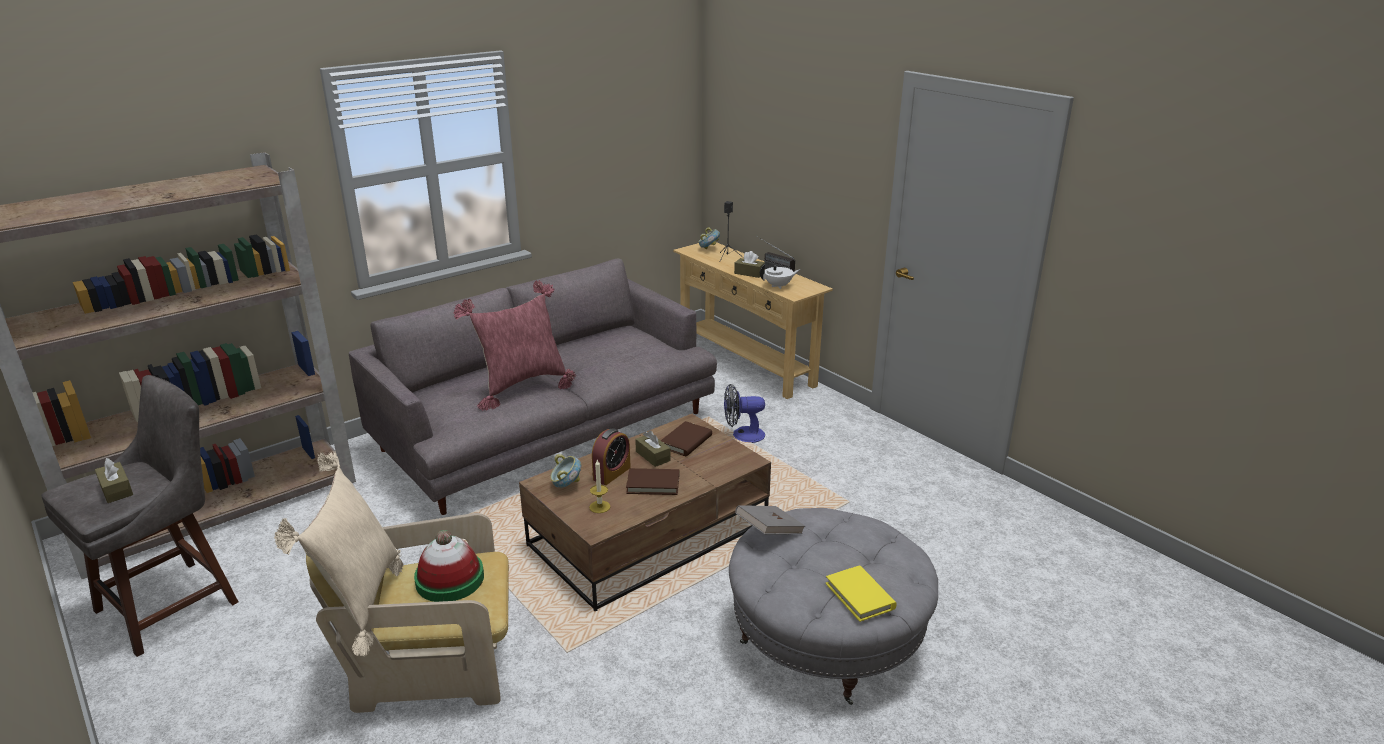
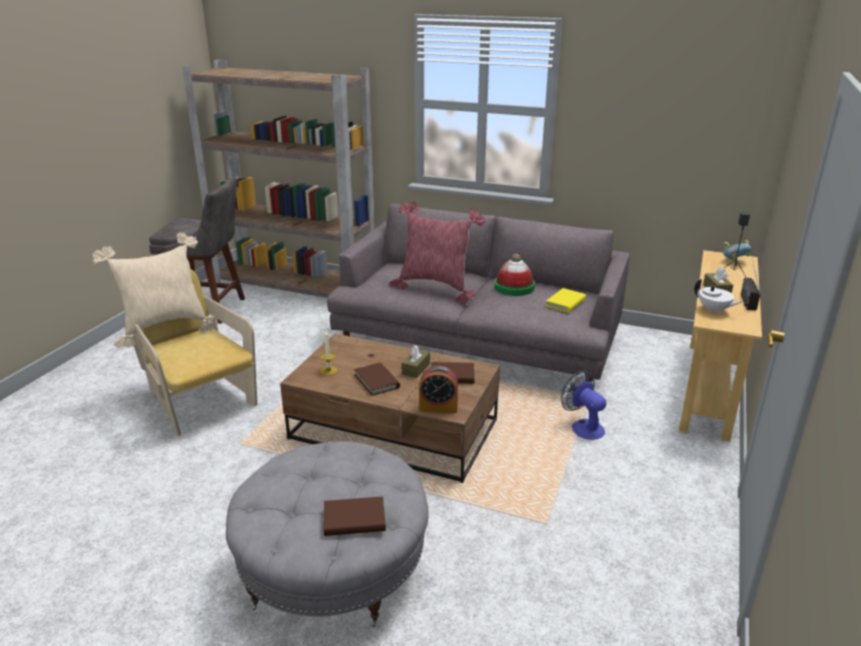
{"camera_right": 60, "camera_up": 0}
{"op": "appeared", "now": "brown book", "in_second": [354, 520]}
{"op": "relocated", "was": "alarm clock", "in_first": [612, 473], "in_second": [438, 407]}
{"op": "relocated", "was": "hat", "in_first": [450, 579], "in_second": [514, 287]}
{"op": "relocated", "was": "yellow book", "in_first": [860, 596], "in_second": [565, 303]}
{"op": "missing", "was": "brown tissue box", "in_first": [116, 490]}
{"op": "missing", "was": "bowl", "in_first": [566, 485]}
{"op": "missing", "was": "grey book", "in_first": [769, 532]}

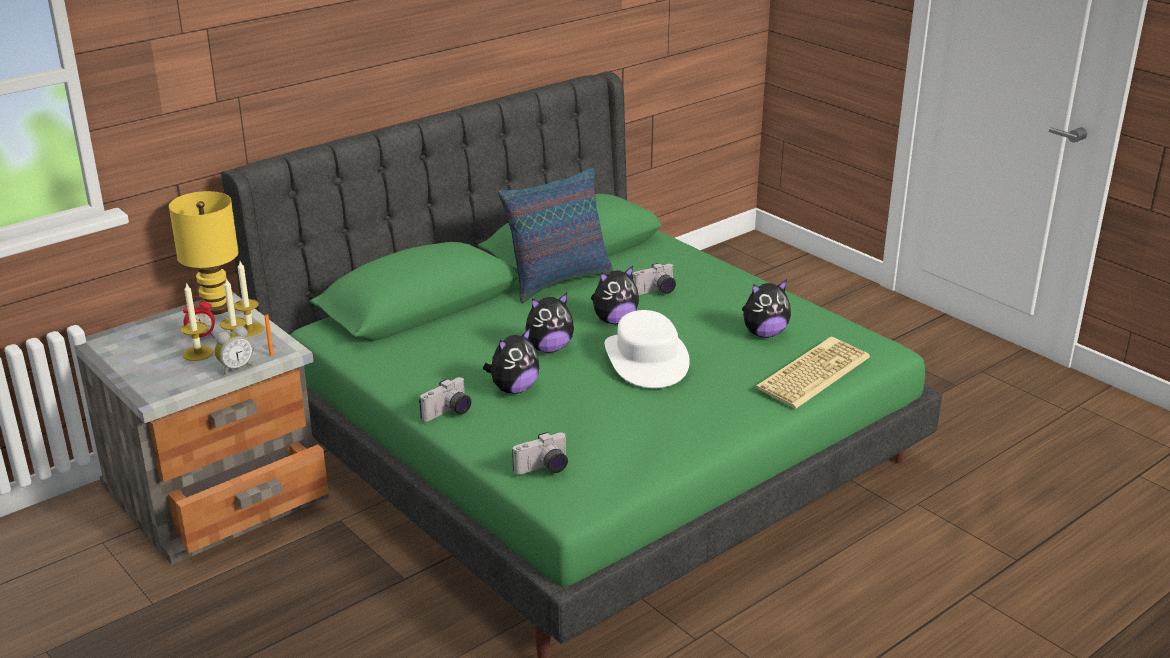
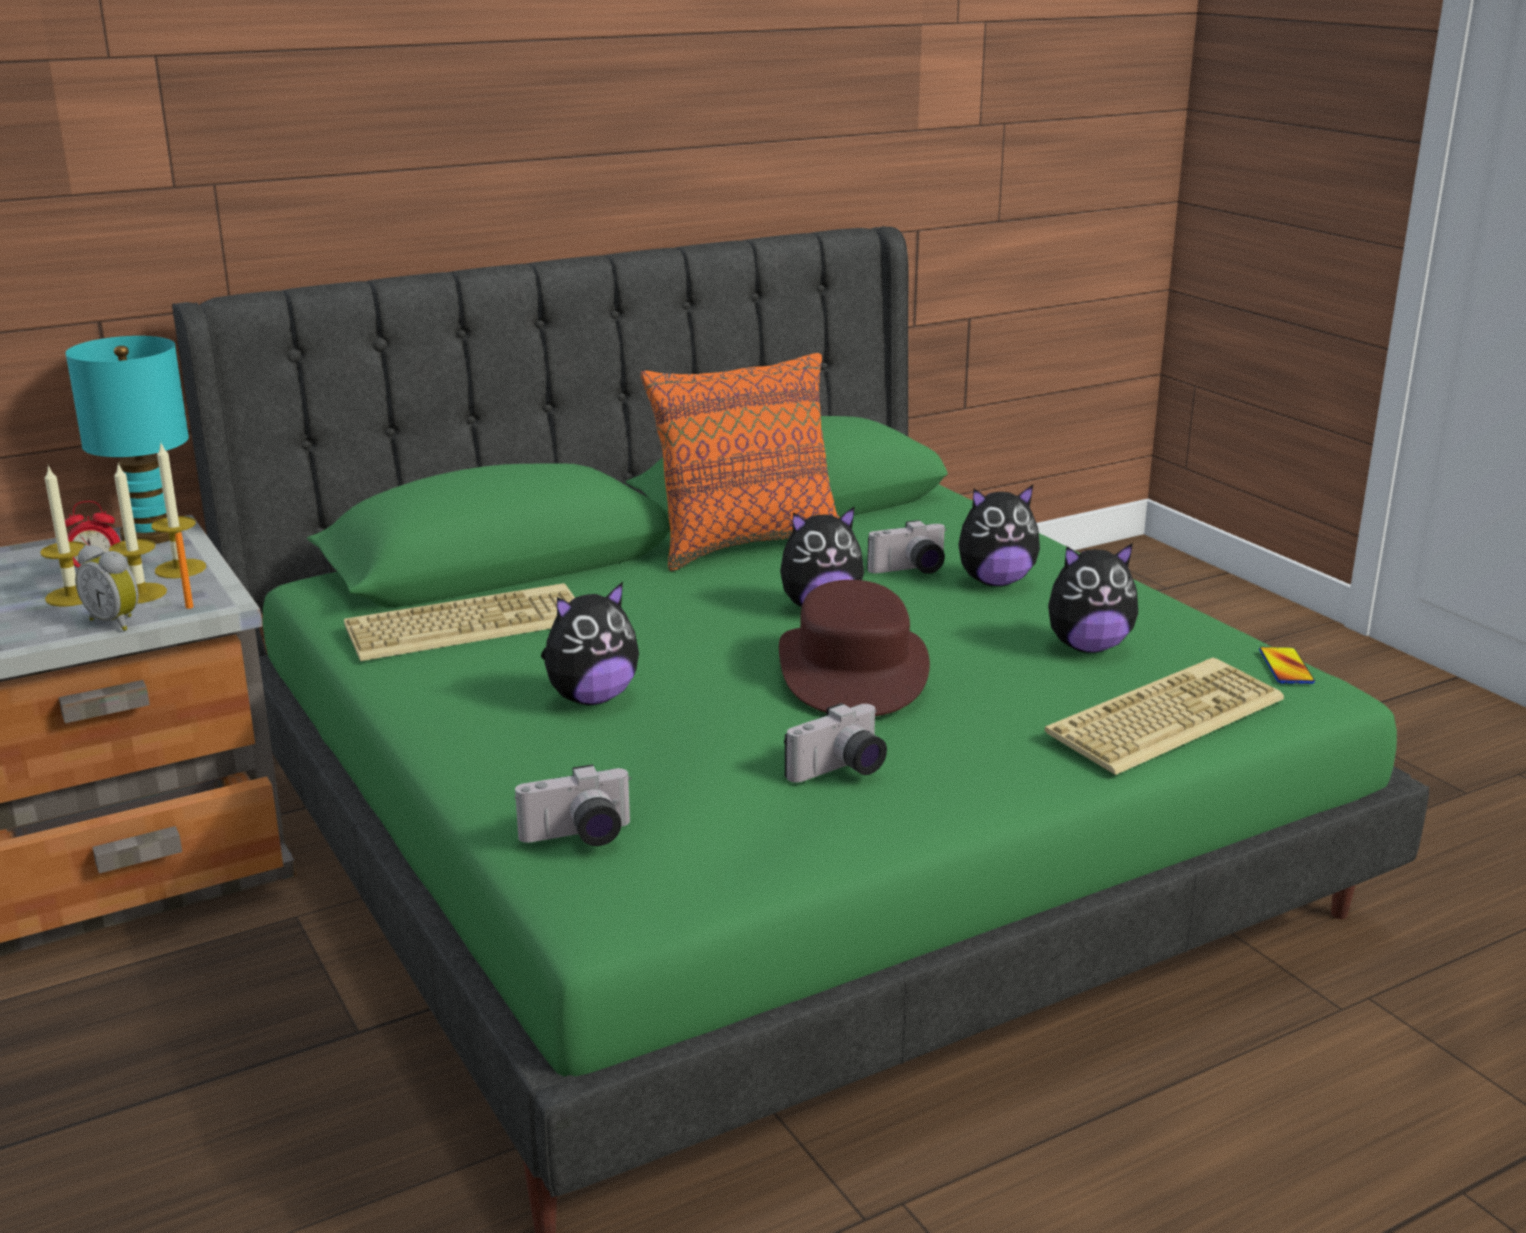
{"camera_right": 10, "camera_up": -5}
{"op": "colour", "was": "yellow table lamp", "now": "turquoise table lamp", "in_first": [216, 307], "in_second": [150, 535]}
{"op": "spun", "was": "alarm clock", "in_first": [235, 368], "in_second": [116, 622], "clockwise": 60}
{"op": "appeared", "now": "keyboard", "in_second": [468, 624]}
{"op": "colour", "was": "blue pillow", "now": "orange pillow", "in_first": [559, 282], "in_second": [747, 546]}
{"op": "colour", "was": "white hat", "now": "brown hat", "in_first": [646, 360], "in_second": [853, 670]}
{"op": "relocated", "was": "photo camera", "in_first": [449, 413], "in_second": [840, 771]}
{"op": "relocated", "was": "plush toy", "in_first": [549, 348], "in_second": [995, 582]}
{"op": "appeared", "now": "phone", "in_second": [1286, 667]}

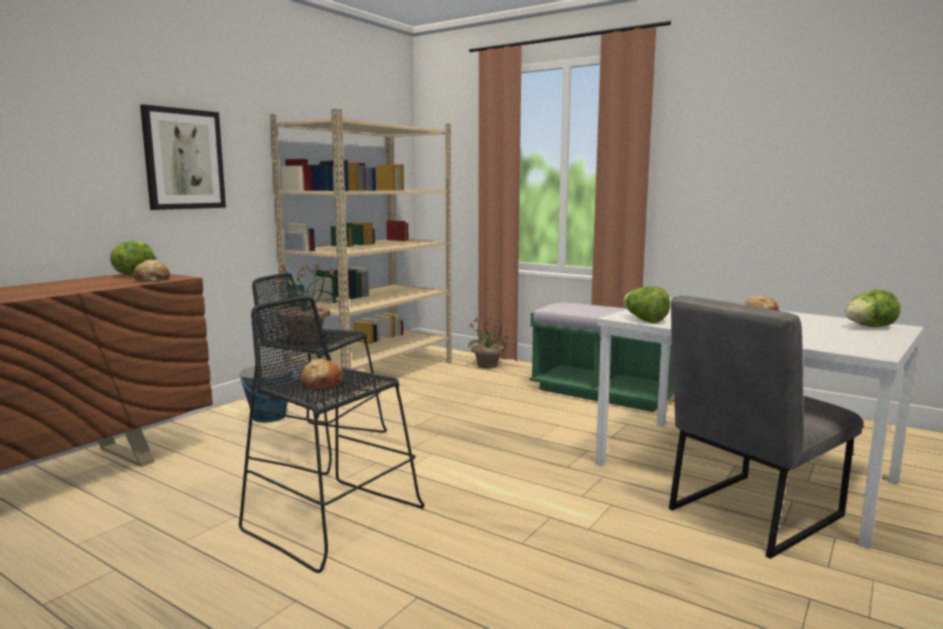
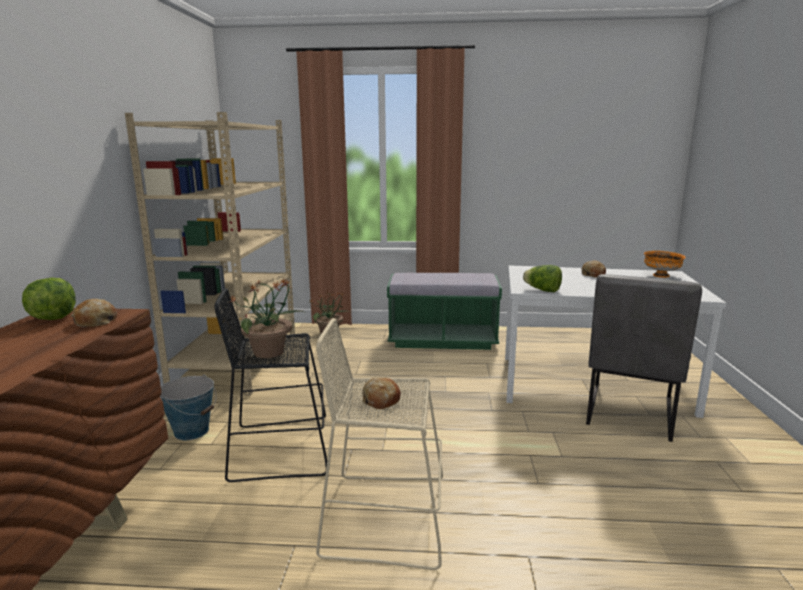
{"camera_right": -30, "camera_up": 5}
{"op": "colour", "was": "black stool", "now": "beige stool", "in_first": [335, 521], "in_second": [388, 516]}
{"op": "exchanged", "was": "lettuce", "now": "orange bowl", "in_first": [868, 327], "in_second": [661, 276]}
{"op": "missing", "was": "picture", "in_first": [183, 159]}

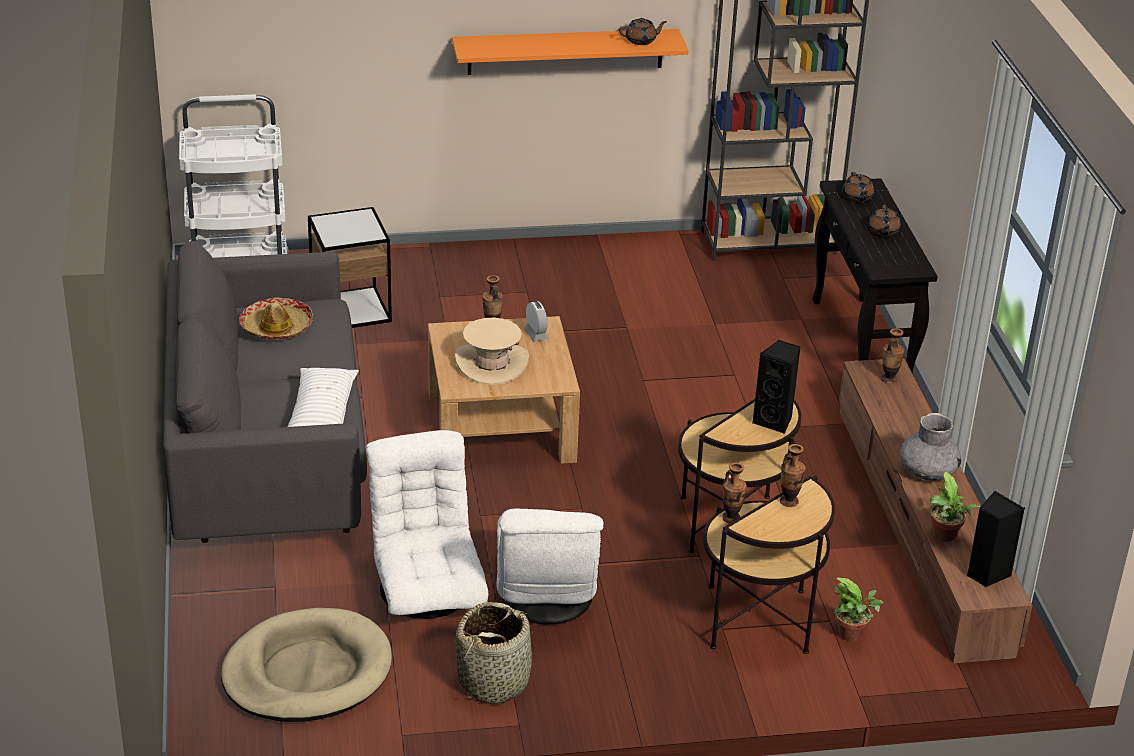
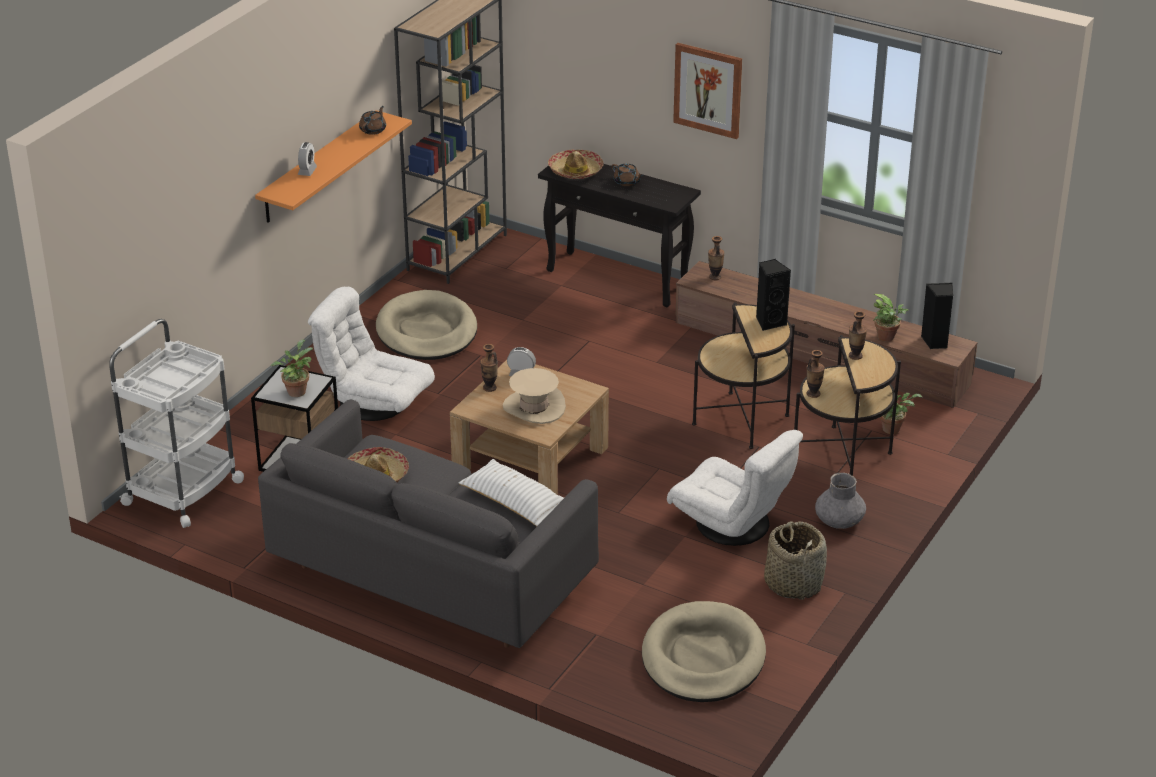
{"camera_right": -50, "camera_up": 0}
{"op": "appeared", "now": "potted plant", "in_second": [296, 390]}
{"op": "appeared", "now": "alarm clock", "in_second": [307, 171]}
{"op": "relocated", "was": "white armchair", "in_first": [428, 590], "in_second": [375, 402]}
{"op": "appeared", "now": "beige dog bed", "in_second": [427, 331]}
{"op": "exchanged", "was": "brown teapot", "now": "hat", "in_first": [857, 197], "in_second": [575, 171]}
{"op": "appeared", "now": "picture", "in_second": [708, 90]}
{"op": "relocated", "was": "grey vase", "in_first": [927, 471], "in_second": [839, 521]}

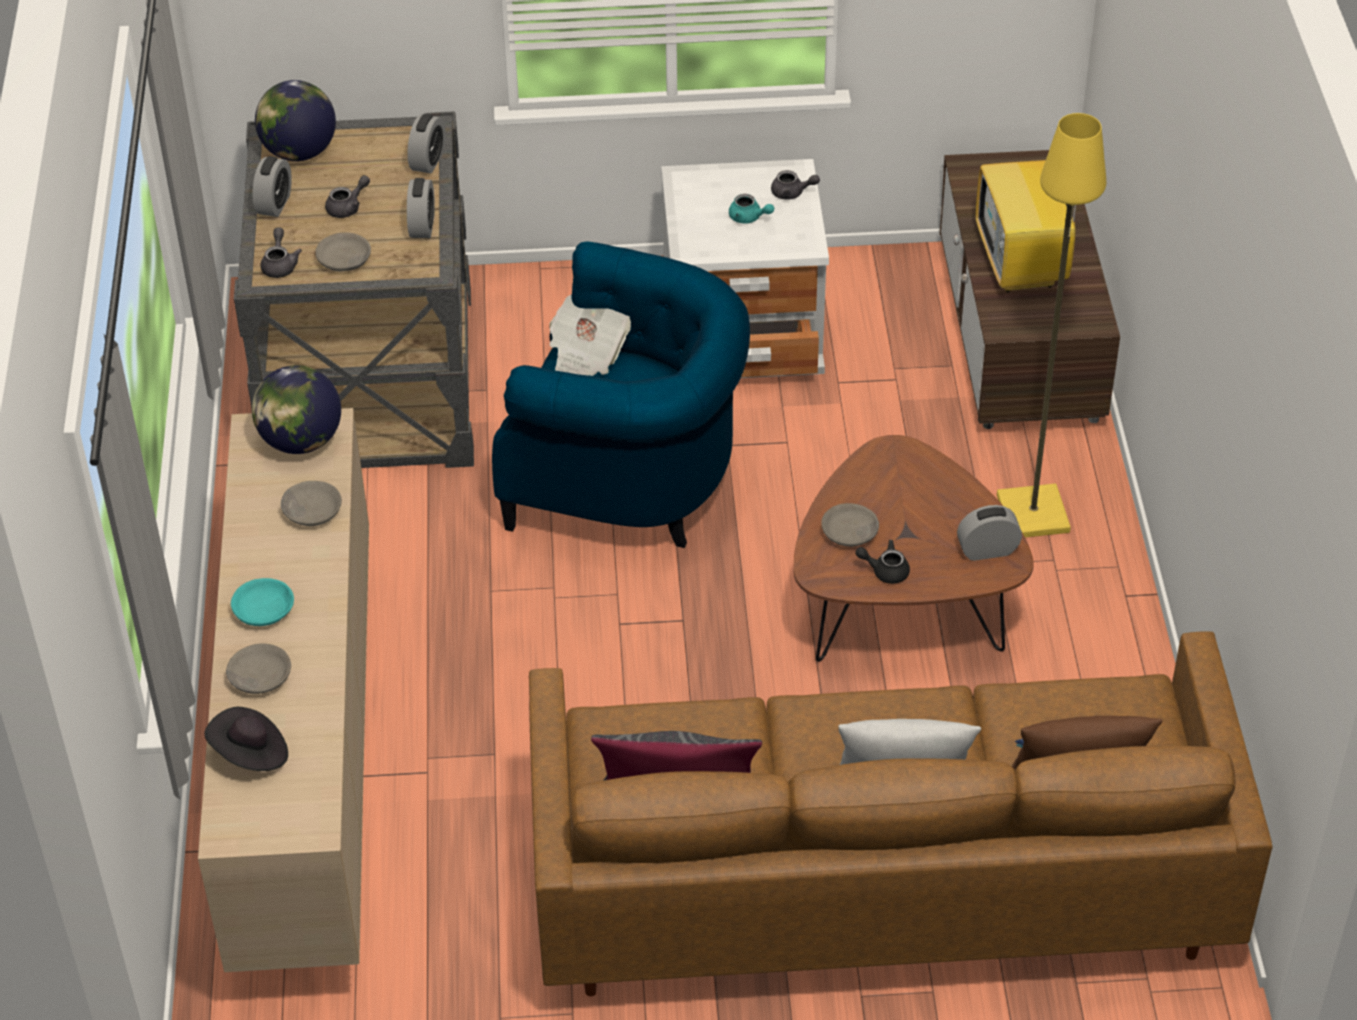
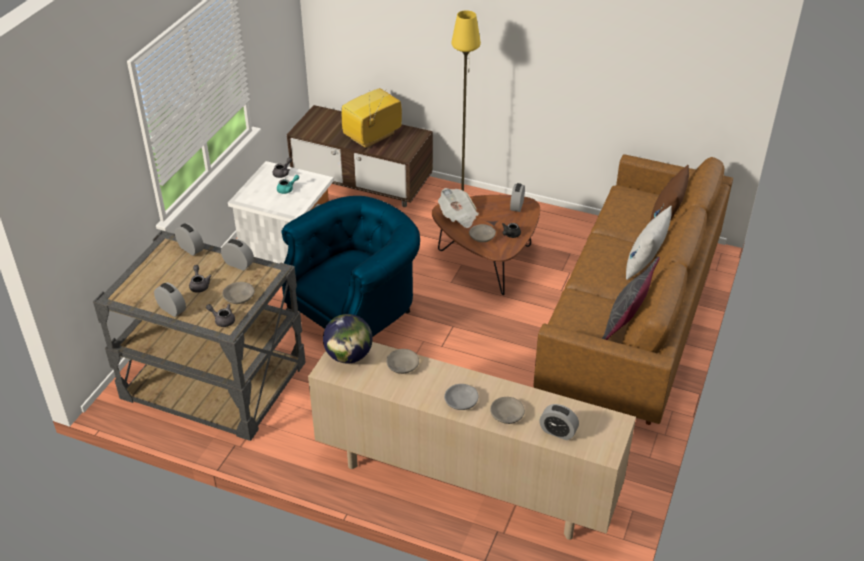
{"camera_right": -65, "camera_up": -5}
{"op": "spun", "was": "television", "in_first": [1023, 265], "in_second": [372, 138], "clockwise": 120}
{"op": "relocated", "was": "newspaper", "in_first": [587, 352], "in_second": [458, 216]}
{"op": "colour", "was": "turquoise bowl", "now": "grey bowl", "in_first": [265, 610], "in_second": [461, 401]}
{"op": "exchanged", "was": "black hat", "now": "alarm clock", "in_first": [250, 754], "in_second": [558, 432]}
{"op": "missing", "was": "globe", "in_first": [299, 152]}

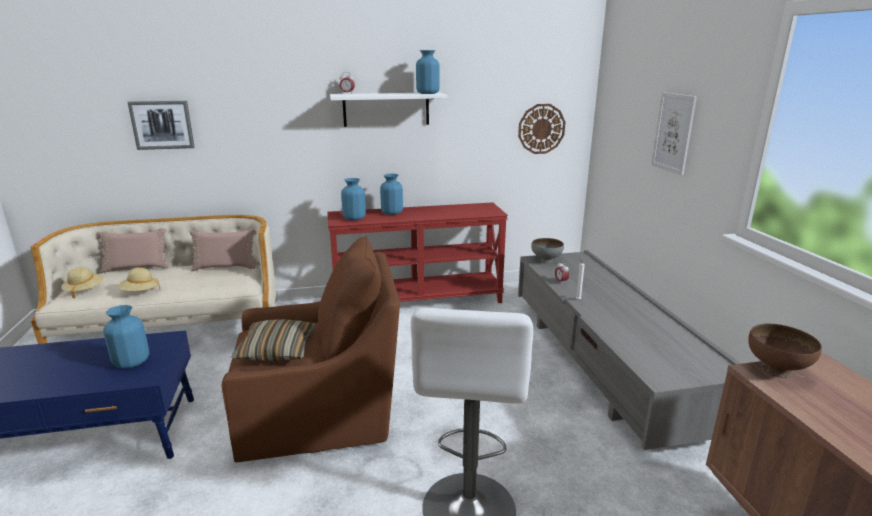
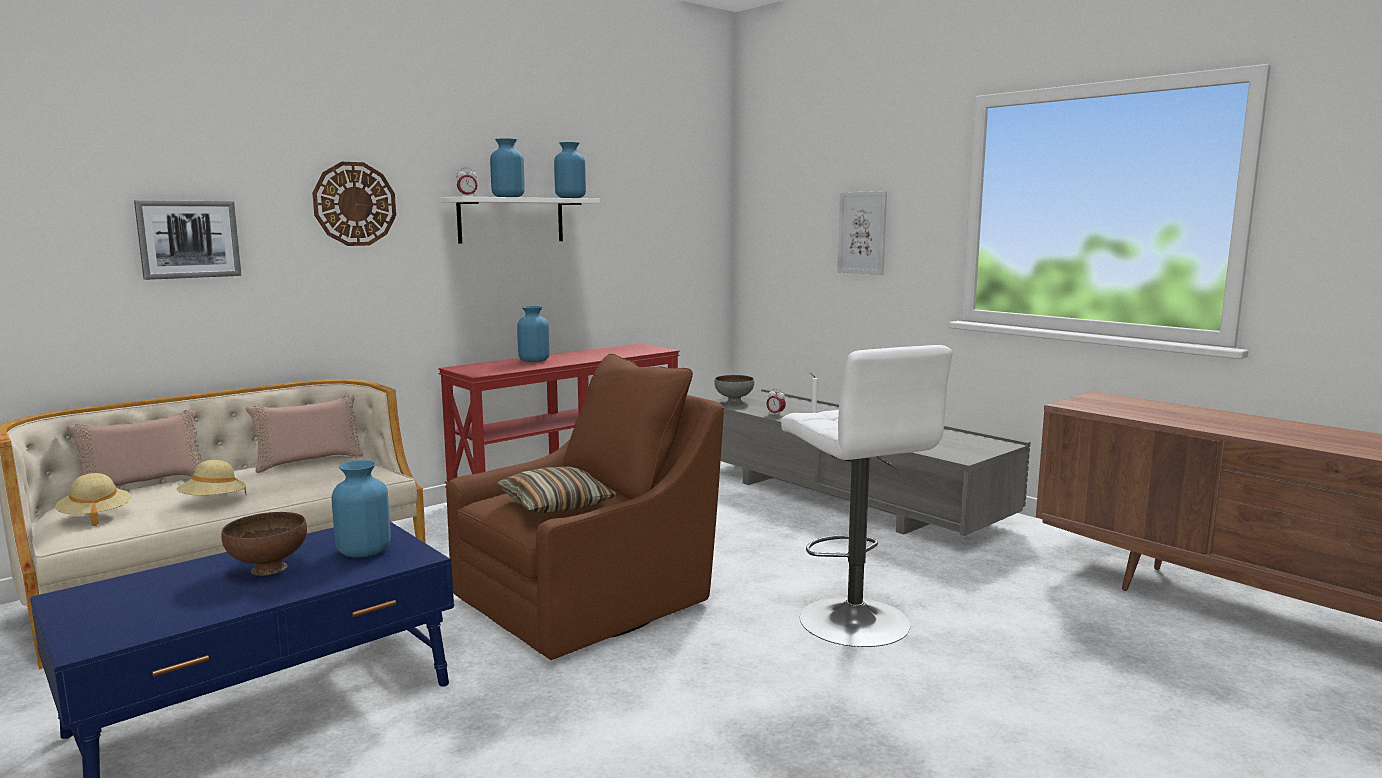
{"camera_right": -30, "camera_up": -10}
{"op": "relocated", "was": "brown bowl", "in_first": [776, 370], "in_second": [268, 568]}
{"op": "relocated", "was": "wall clock", "in_first": [541, 129], "in_second": [354, 204]}
{"op": "relocated", "was": "blue vase", "in_first": [354, 218], "in_second": [508, 197]}

